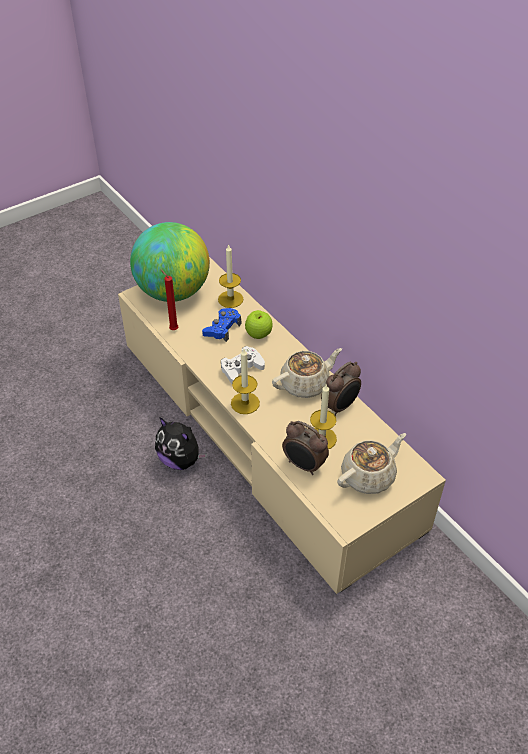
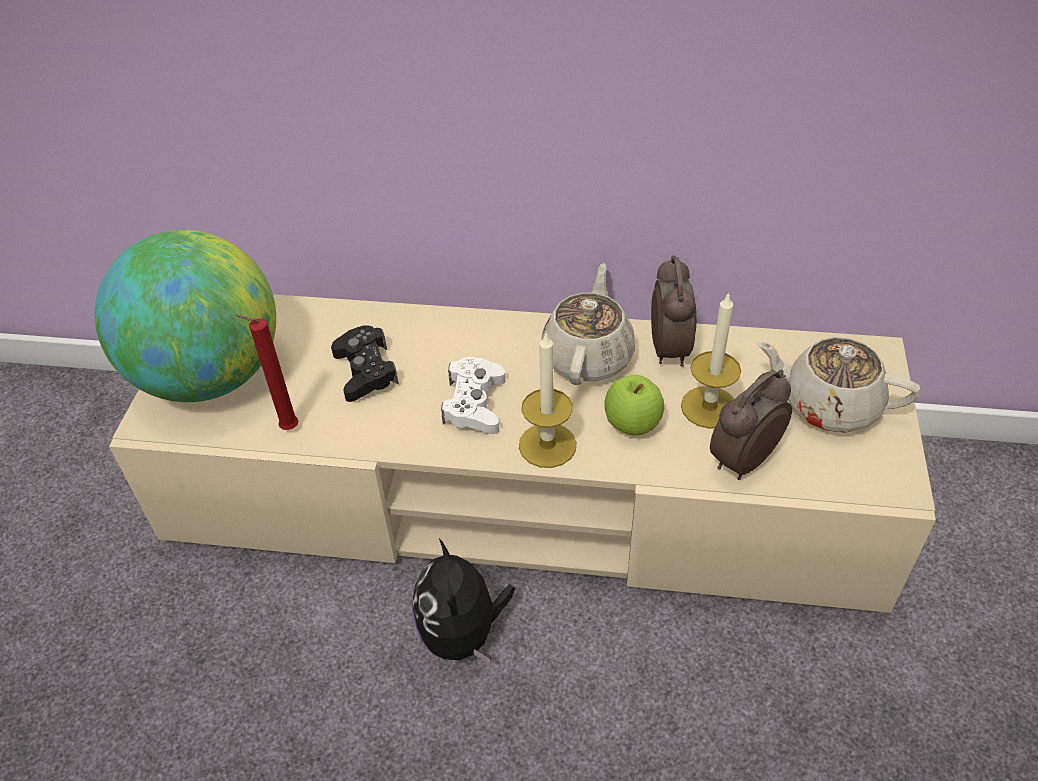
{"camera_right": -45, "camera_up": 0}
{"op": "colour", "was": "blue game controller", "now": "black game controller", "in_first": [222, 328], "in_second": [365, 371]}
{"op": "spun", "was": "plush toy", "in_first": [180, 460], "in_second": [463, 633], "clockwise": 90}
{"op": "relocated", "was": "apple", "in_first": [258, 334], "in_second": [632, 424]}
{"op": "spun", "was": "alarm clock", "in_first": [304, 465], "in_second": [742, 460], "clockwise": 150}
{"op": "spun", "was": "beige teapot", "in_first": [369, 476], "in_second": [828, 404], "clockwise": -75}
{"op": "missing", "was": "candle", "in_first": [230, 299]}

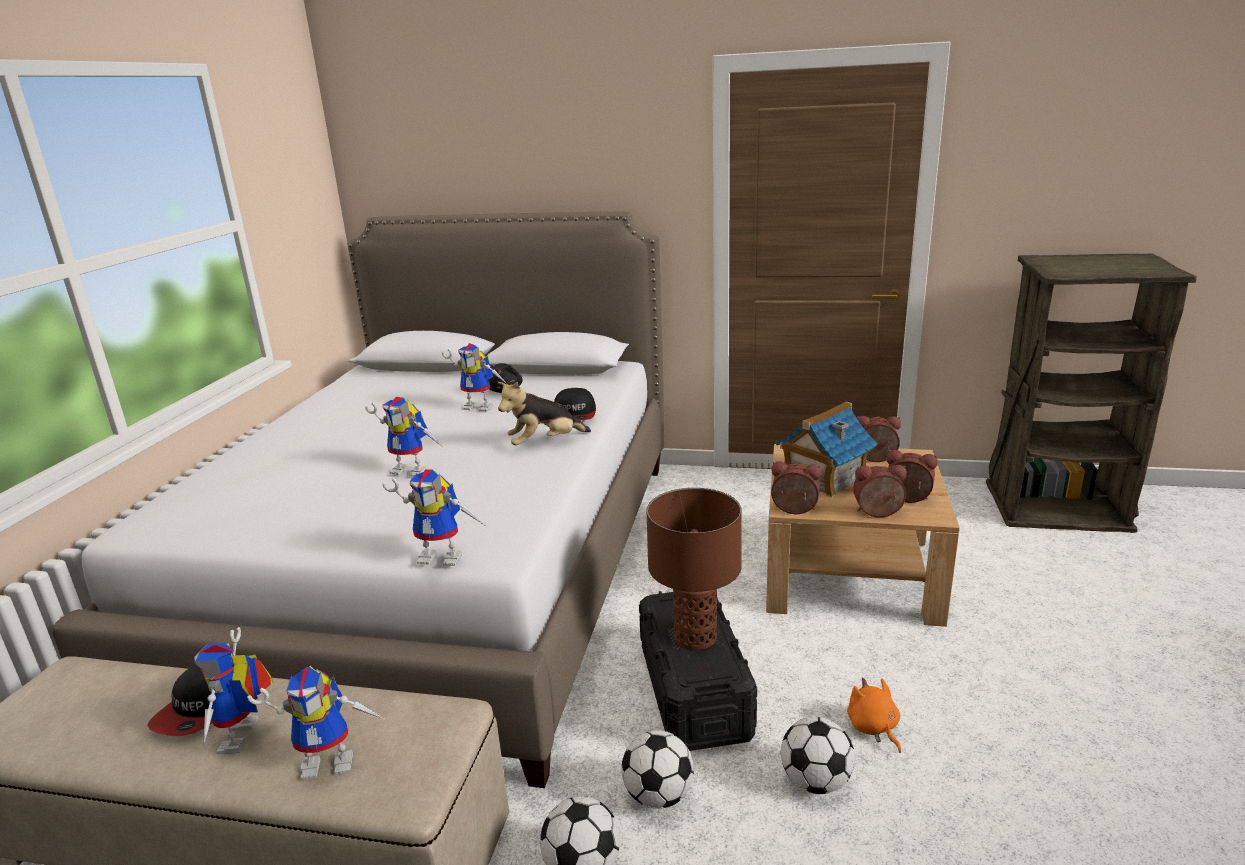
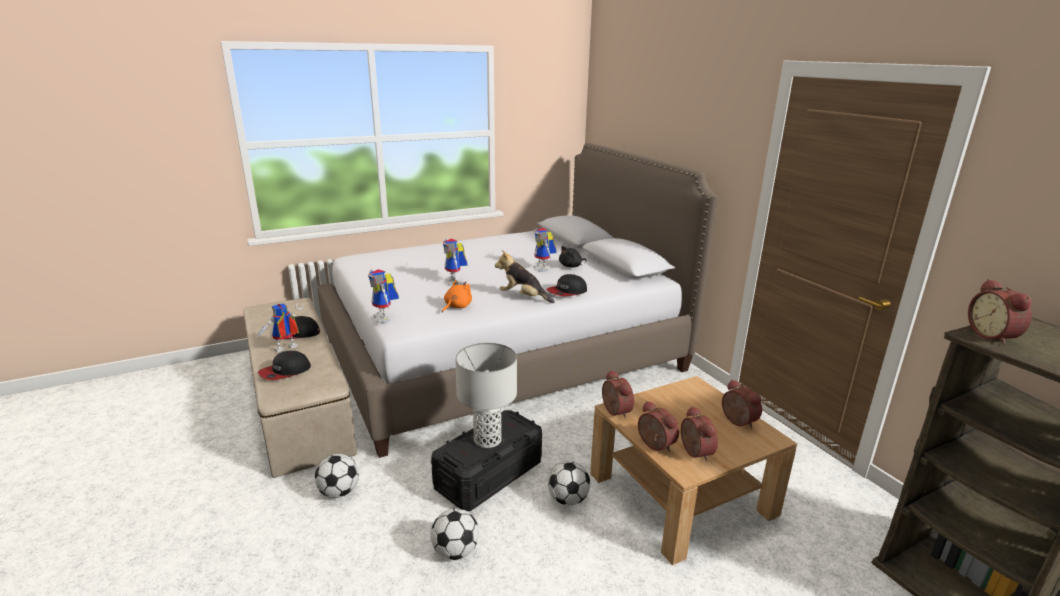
{"camera_right": 50, "camera_up": 0}
{"op": "exchanged", "was": "toy robot", "now": "cap", "in_first": [333, 760], "in_second": [285, 372]}
{"op": "relocated", "was": "orange plush toy", "in_first": [873, 728], "in_second": [456, 307]}
{"op": "colour", "was": "brown table lamp", "now": "white table lamp", "in_first": [694, 636], "in_second": [487, 439]}
{"op": "relocated", "was": "football", "in_first": [658, 795], "in_second": [568, 499]}
{"op": "appeared", "now": "alarm clock", "in_second": [993, 336]}
{"op": "missing", "was": "toy house", "in_first": [823, 477]}

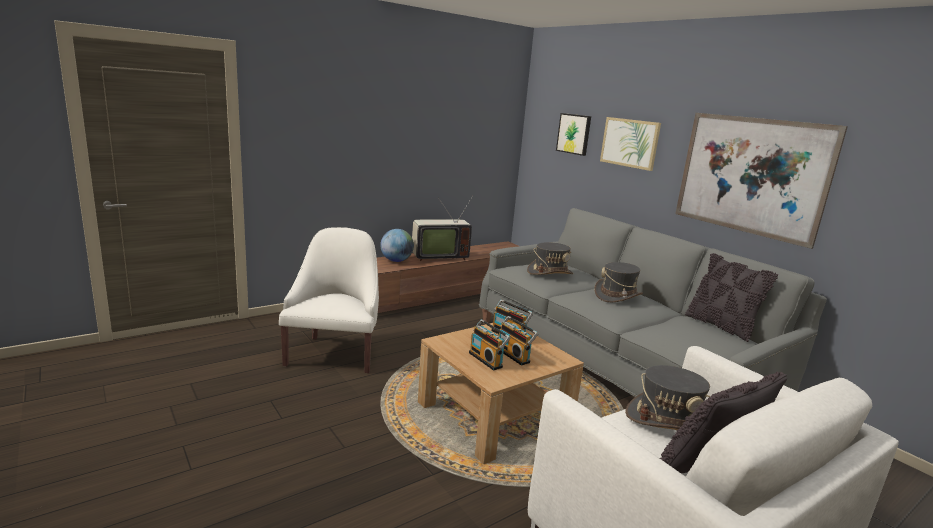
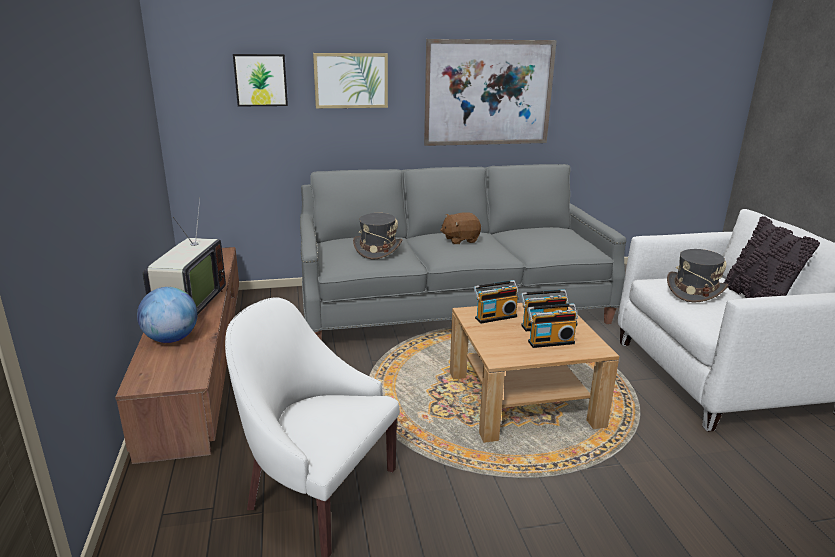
{"camera_right": -65, "camera_up": 5}
{"op": "exchanged", "was": "grey hat", "now": "brown plush toy", "in_first": [617, 296], "in_second": [460, 240]}
{"op": "missing", "was": "black pillow", "in_first": [721, 326]}

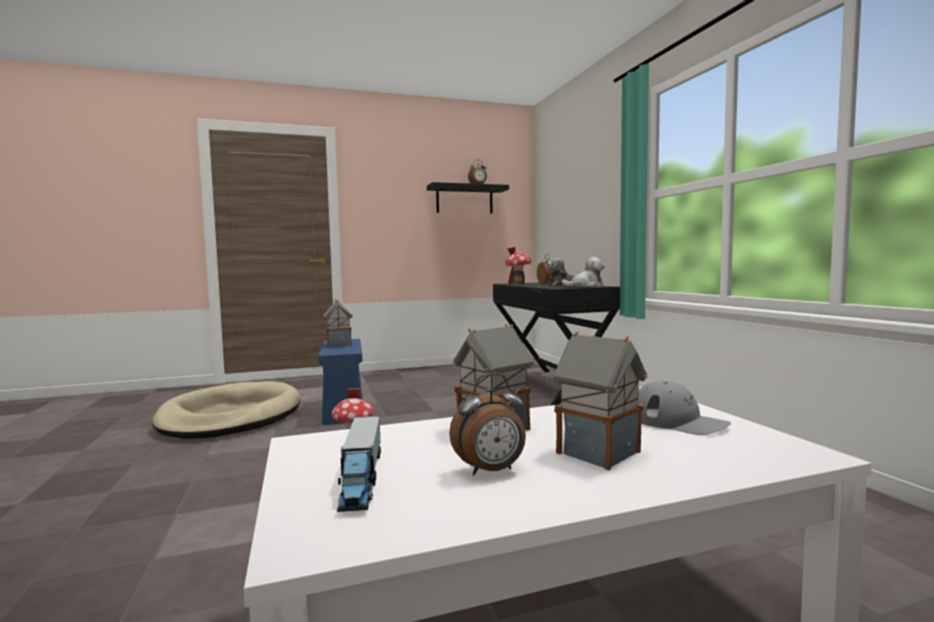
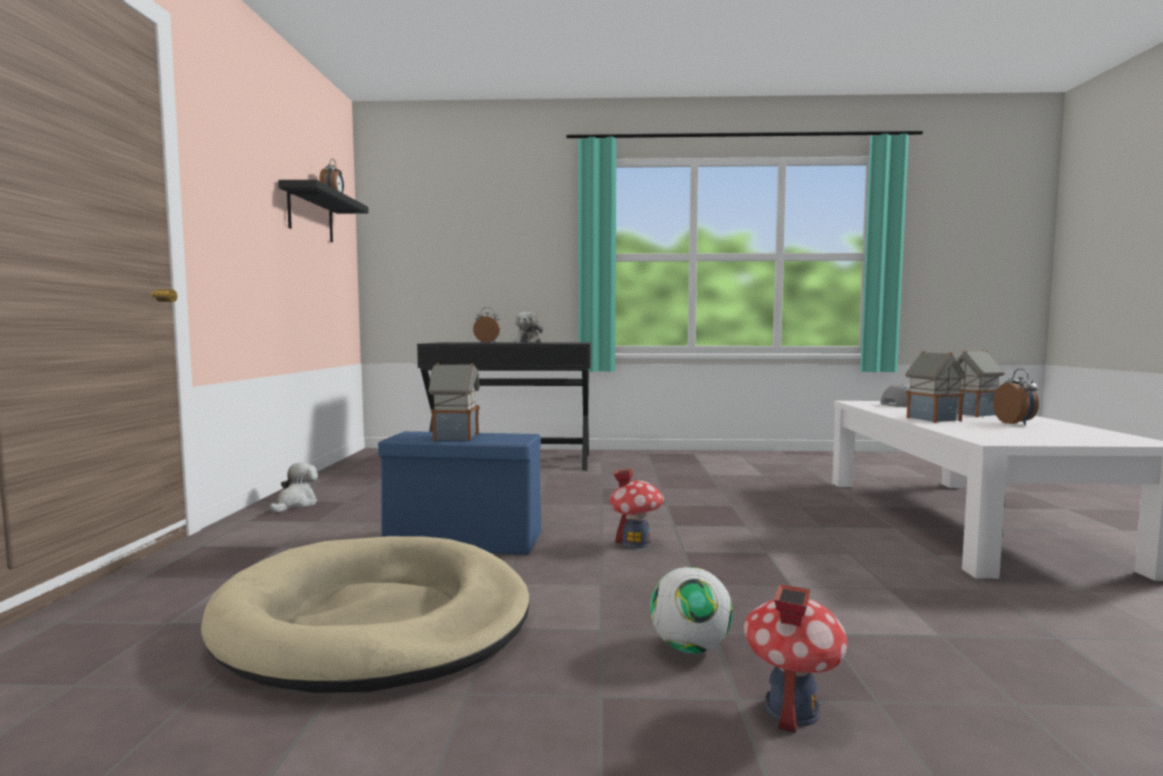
{"camera_right": -70, "camera_up": 0}
{"op": "relocated", "was": "plush toy", "in_first": [585, 286], "in_second": [295, 504]}
{"op": "appeared", "now": "football", "in_second": [690, 648]}
{"op": "relocated", "was": "toy house", "in_first": [518, 283], "in_second": [791, 710]}
{"op": "missing", "was": "toy truck", "in_first": [361, 478]}

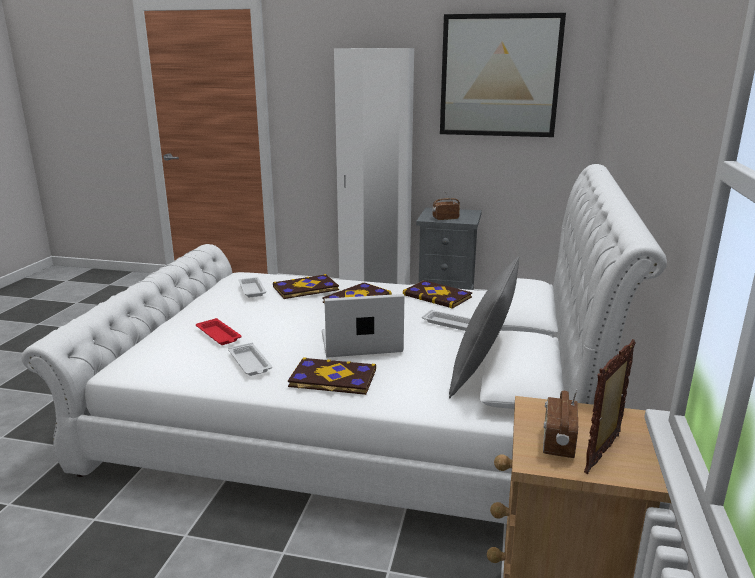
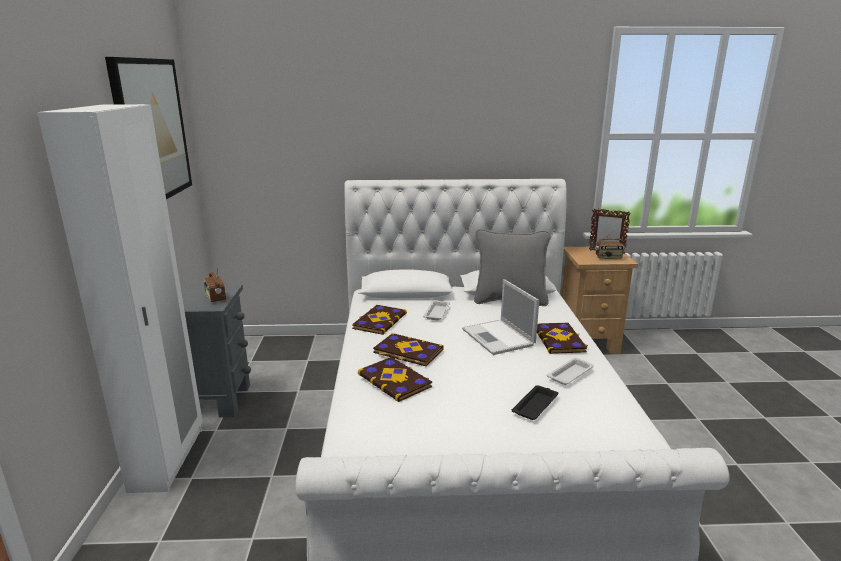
{"camera_right": -105, "camera_up": 0}
{"op": "colour", "was": "red tray", "now": "black tray", "in_first": [219, 335], "in_second": [535, 405]}
{"op": "missing", "was": "white tray", "in_first": [252, 289]}

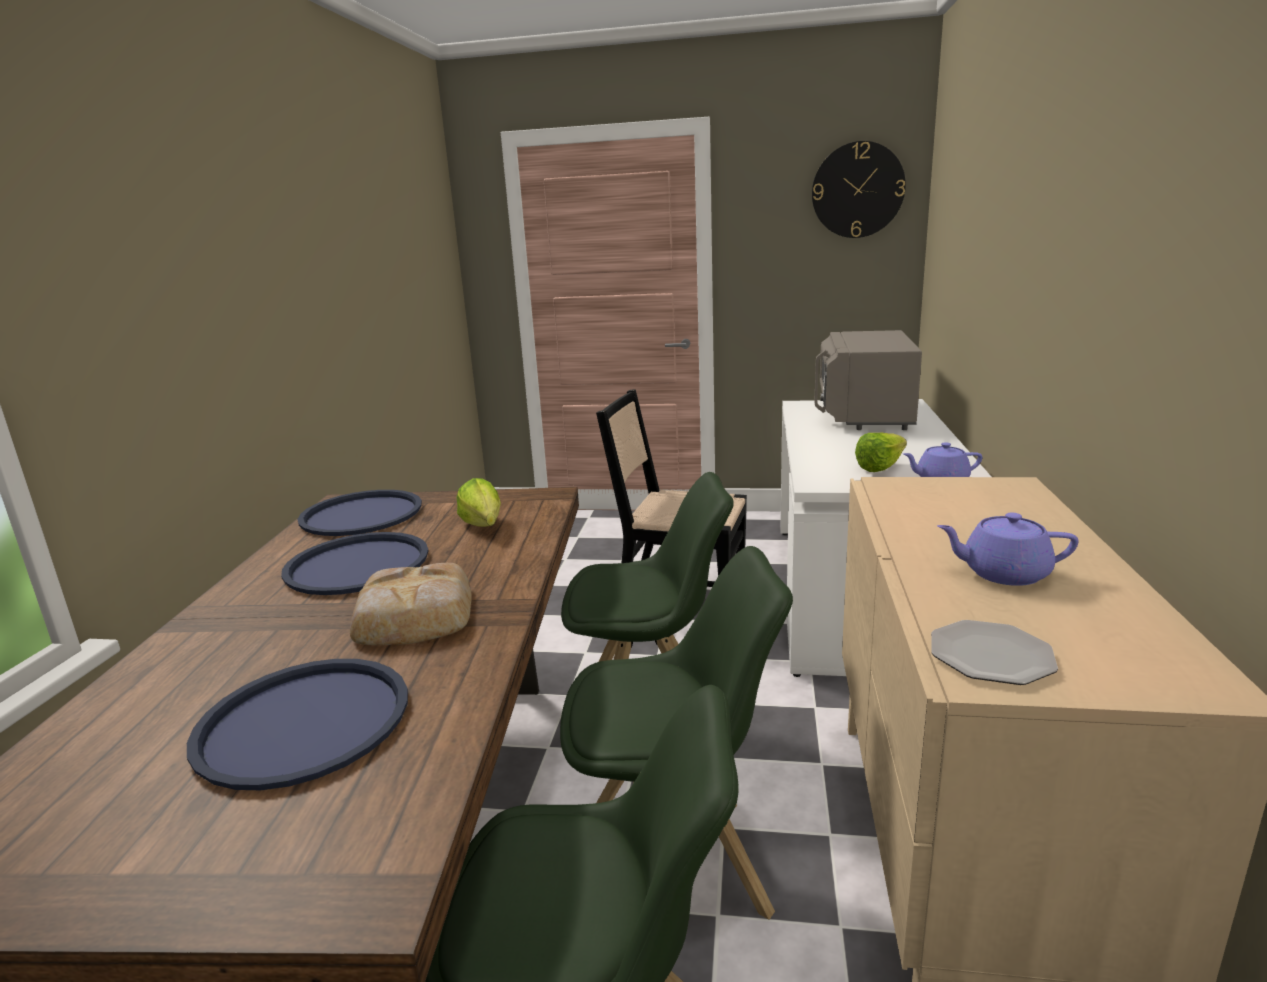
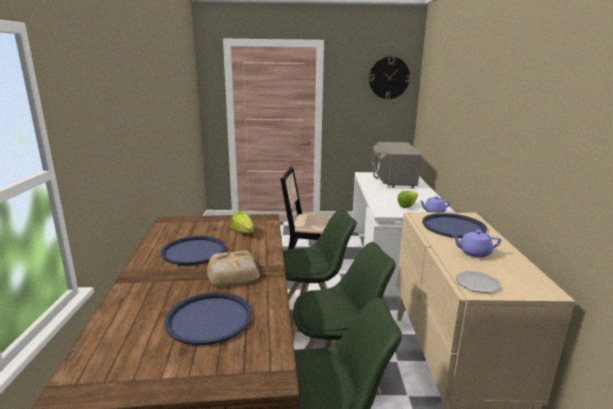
{"camera_right": -10, "camera_up": 0}
{"op": "relocated", "was": "blue tray", "in_first": [361, 514], "in_second": [453, 226]}

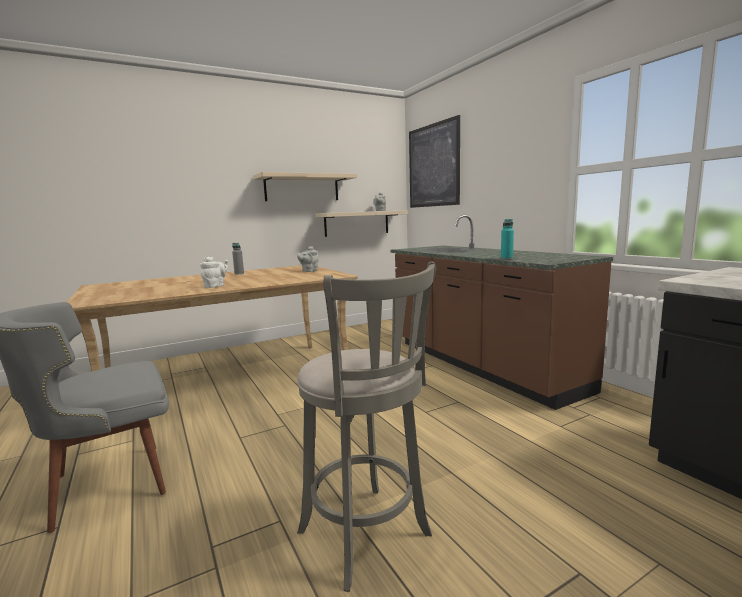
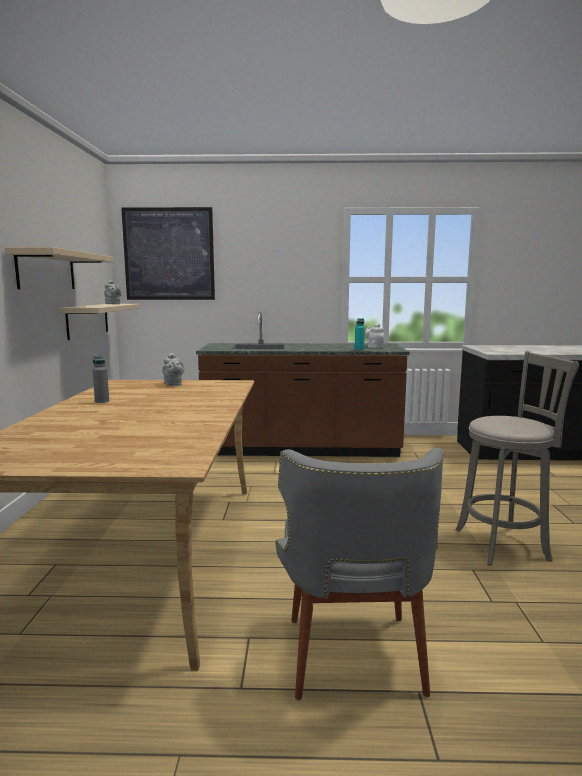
{"camera_right": -60, "camera_up": 0}
{"op": "relocated", "was": "white teapot", "in_first": [215, 286], "in_second": [374, 347]}

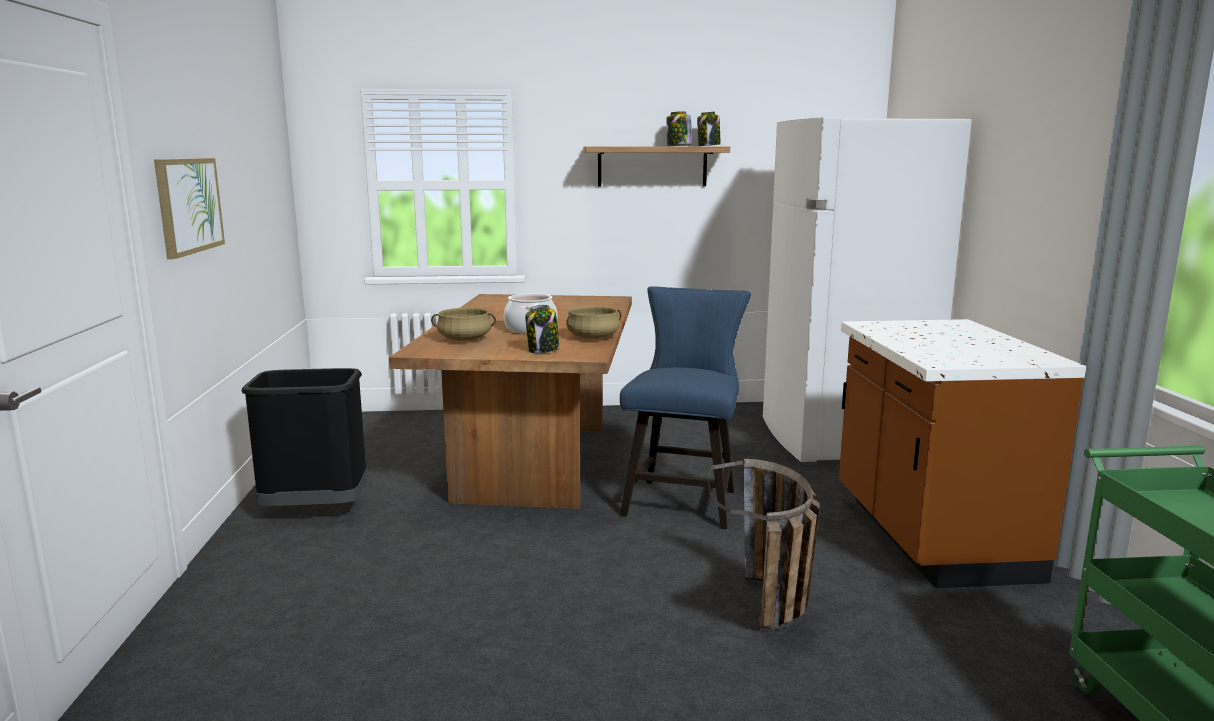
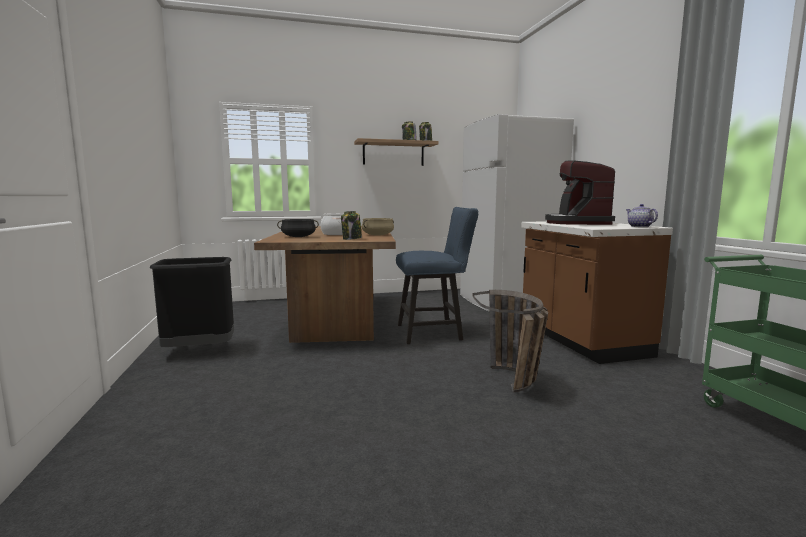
{"camera_right": -10, "camera_up": -5}
{"op": "colour", "was": "beige cooking pot", "now": "black cooking pot", "in_first": [464, 339], "in_second": [298, 237]}
{"op": "spun", "was": "blue chair", "in_first": [683, 499], "in_second": [434, 332], "clockwise": 75}
{"op": "appeared", "now": "coffee machine", "in_second": [577, 223]}
{"op": "appeared", "now": "teapot", "in_second": [639, 226]}
{"op": "missing", "was": "picture", "in_first": [188, 205]}

